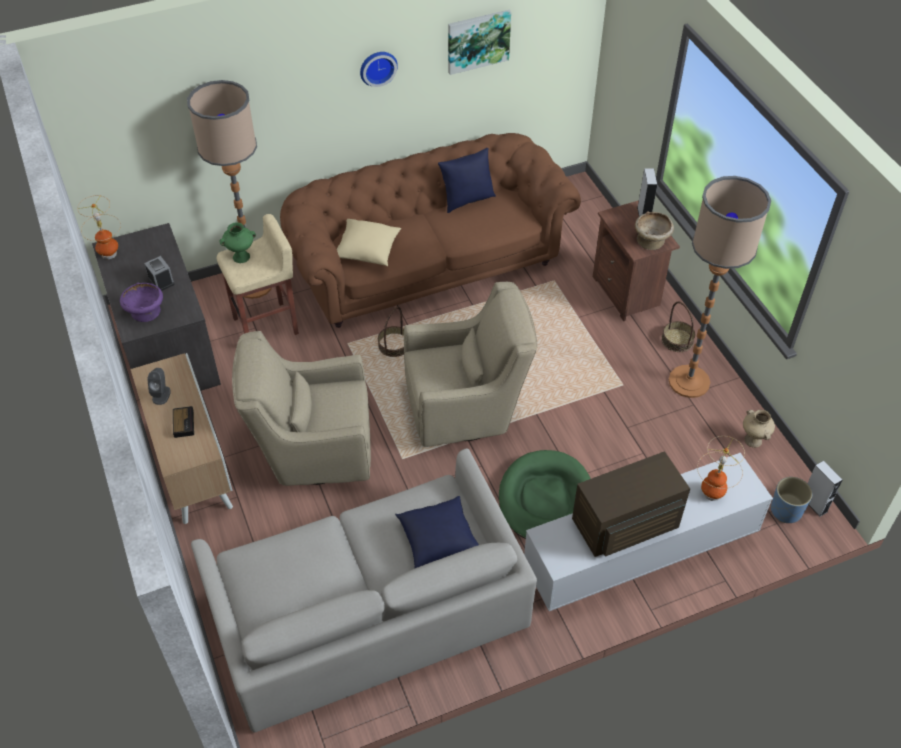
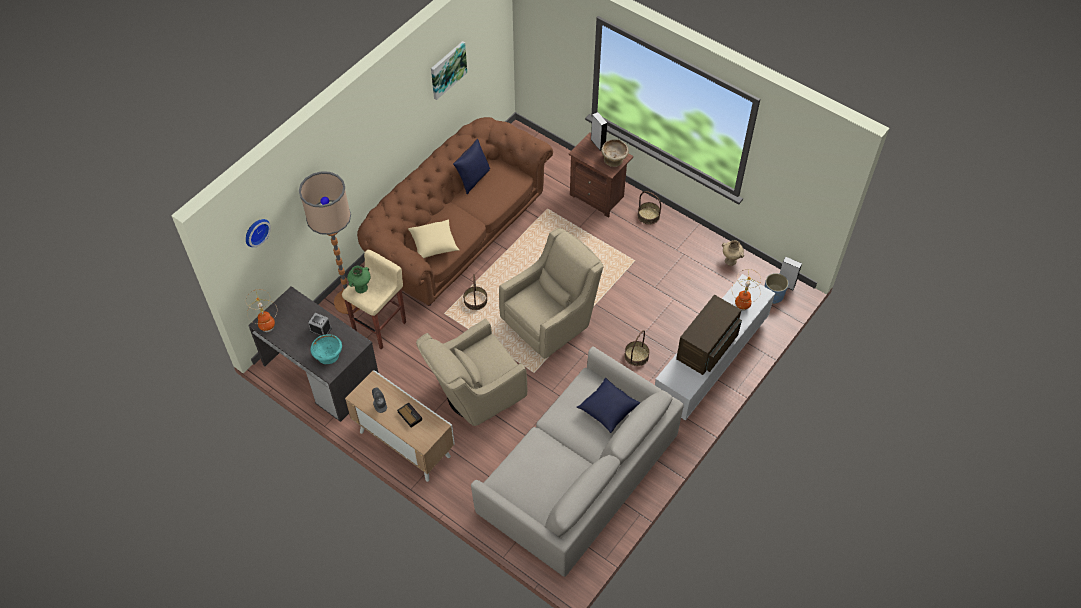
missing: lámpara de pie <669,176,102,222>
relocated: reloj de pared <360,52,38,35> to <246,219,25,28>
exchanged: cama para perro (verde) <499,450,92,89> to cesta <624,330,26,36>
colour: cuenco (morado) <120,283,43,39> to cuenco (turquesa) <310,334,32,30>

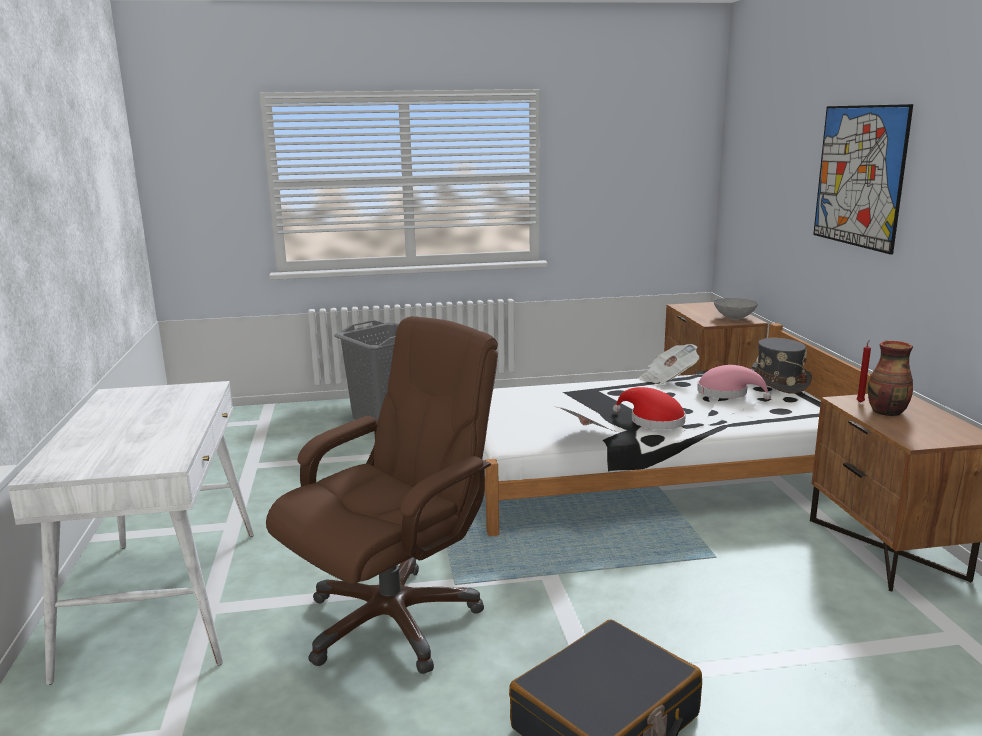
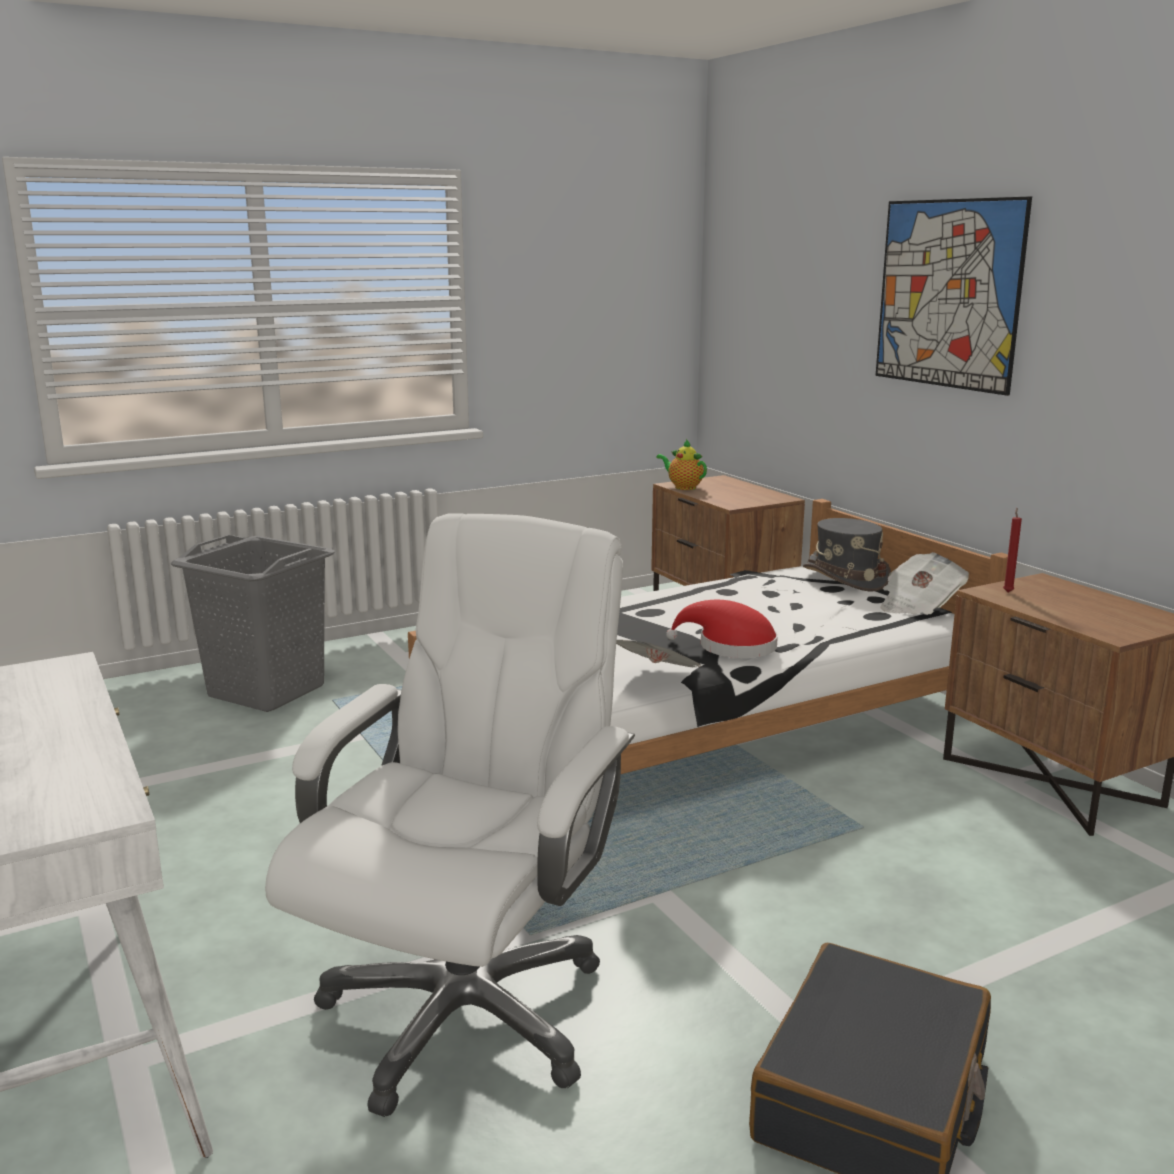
missing: sombrero (rosa) <697,365,74,35>; cuenco (gris) <714,298,44,22>; florero <868,341,45,75>
appeared: tetera <656,439,51,51>
relocated: periódico <639,344,60,40> to <880,552,89,63>
colour: silla de oficina (marrón) <266,316,232,358> to silla de oficina (blanco) <265,513,370,604>

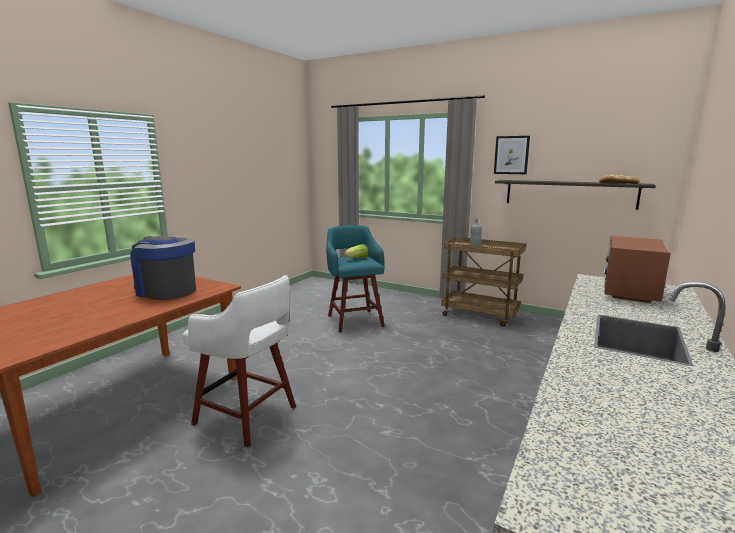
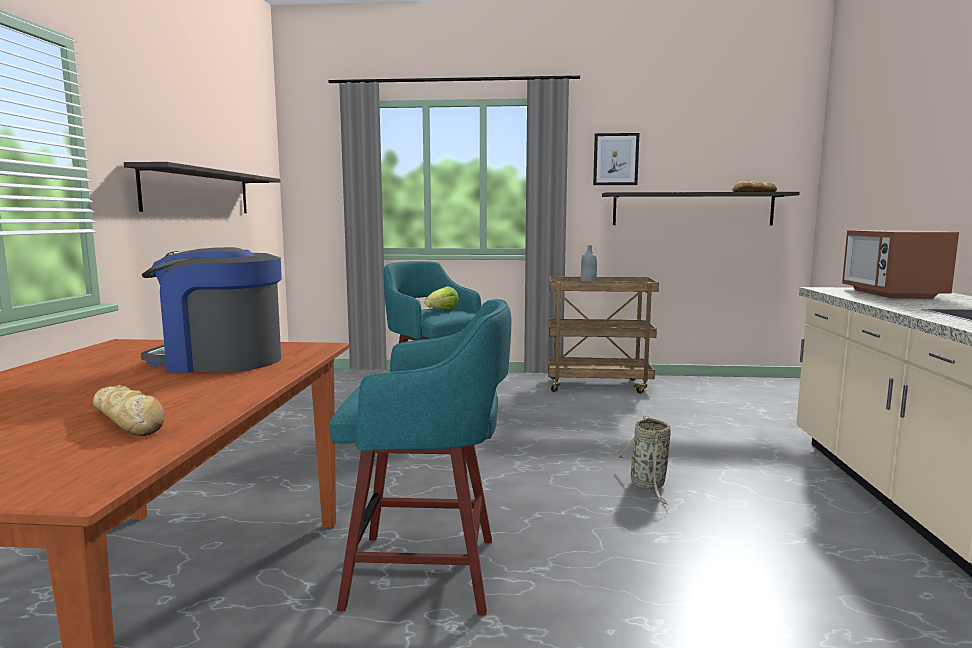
appeared: pan <93,385,72,51>; estante <124,162,157,51>; cesta <617,416,54,89>
colour: taburete (blanco) <183,275,113,173> to taburete (turquesa) <330,299,181,316>

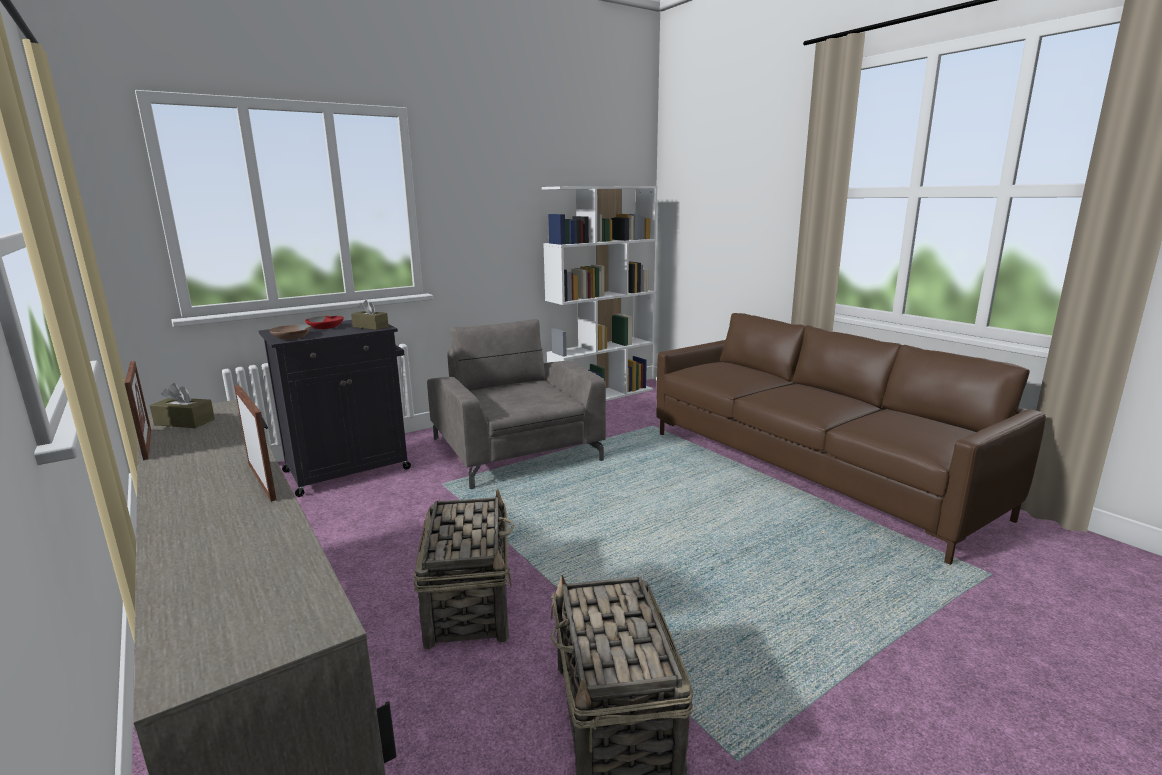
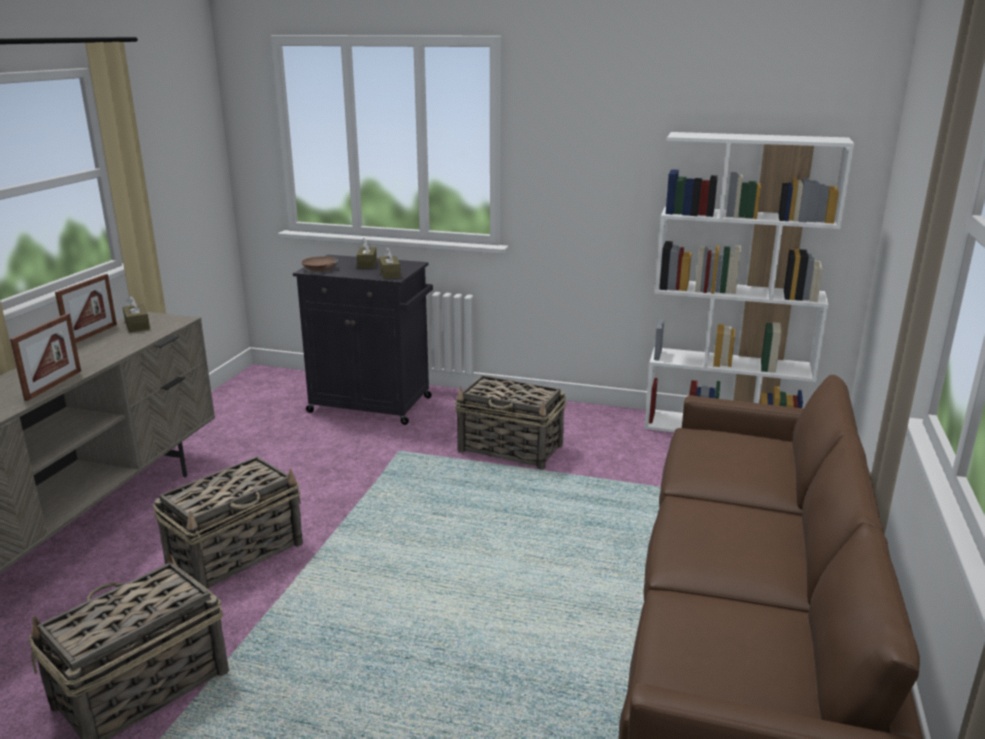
exchanged: cuenco (rojo) <305,316,39,13> to caja de pañuelos (marrón) <357,238,20,31>; sillón (gris) <427,319,179,170> to cesta <454,375,112,95>

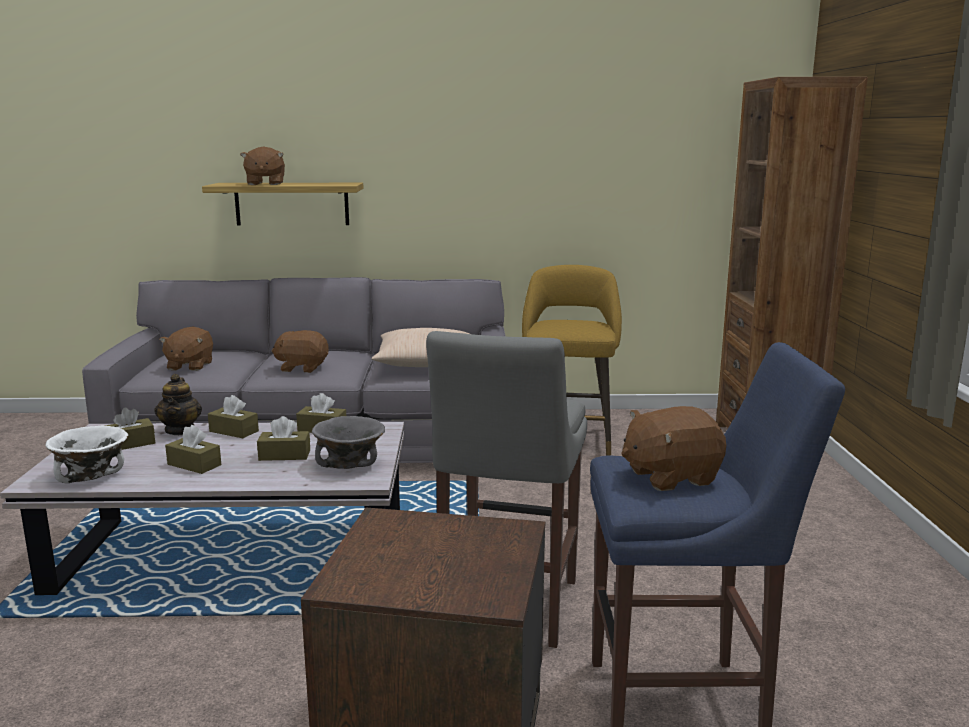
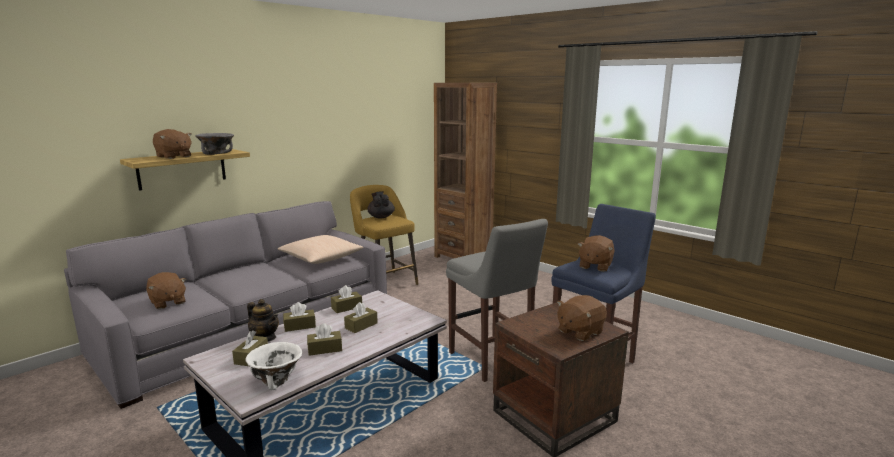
appeared: tetera (negro) <367,191,28,28>
relocated: cuenco (gris) <312,416,73,53> to <195,133,39,22>; peluche (marrón) <272,330,57,43> to <557,295,50,46>

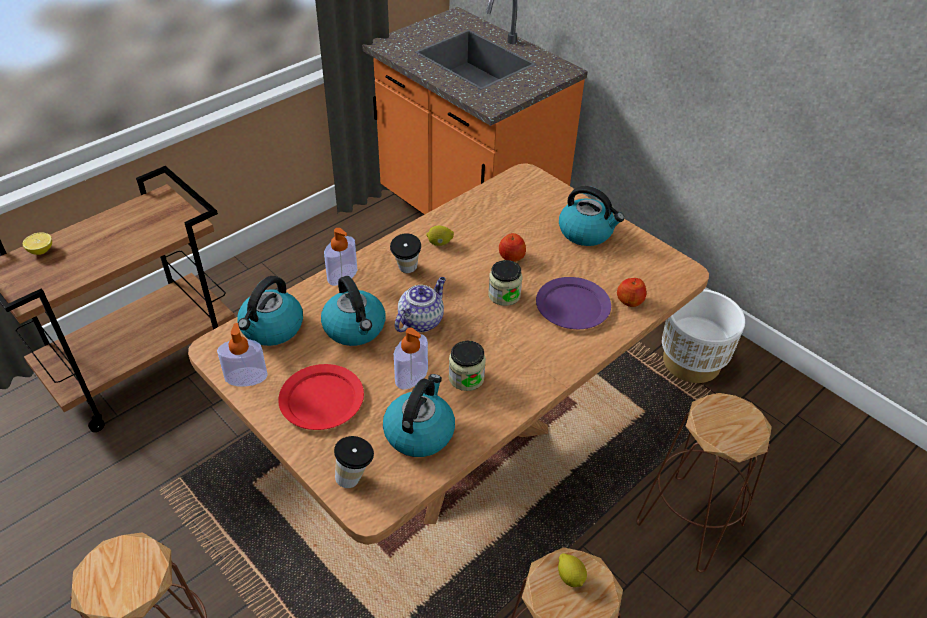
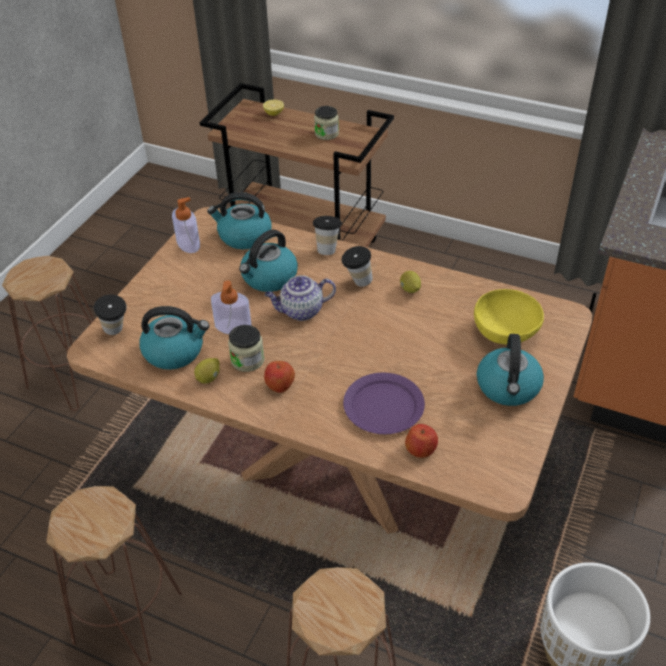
missing: plato (rojo) <278,364,86,66>
appeared: cuenco (amarillo) <474,289,70,56>
relocated: limón <558,553,29,34> to <194,358,26,26>; manzana <499,233,27,29> to <264,361,31,32>; tarro <488,260,34,46> to <314,106,25,34>
exchanged: dispensador de jabón <324,228,33,58> to taza <313,216,29,39>
spun: tetera <395,277,51,55> = <265,275,71,46> 150 degrees clockwise

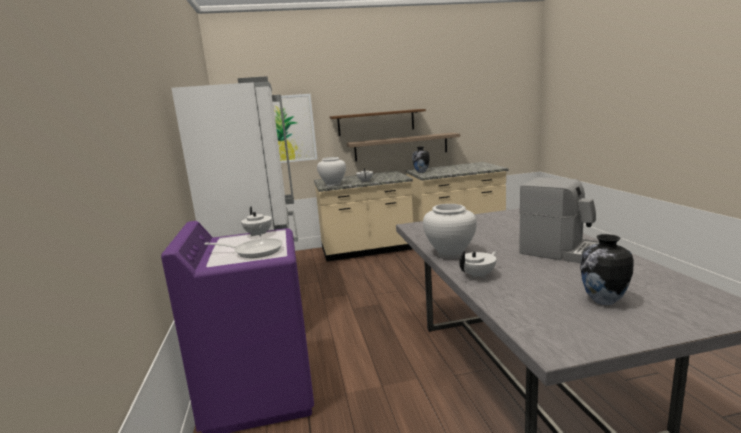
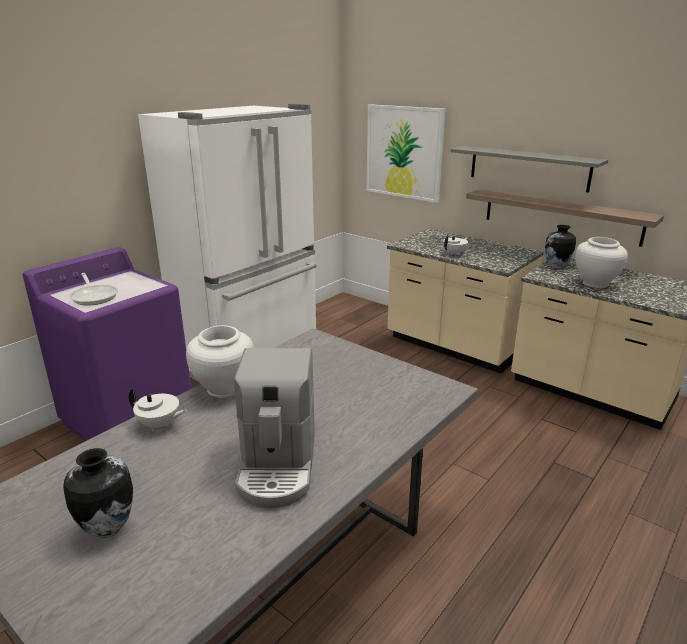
missing: tetera (blanco) <241,206,31,31>
relocated: florero (blanco) <317,157,29,29> to <575,237,53,51>
colour: estante (marrón) <330,109,96,27> to estante (gris) <451,146,157,47>

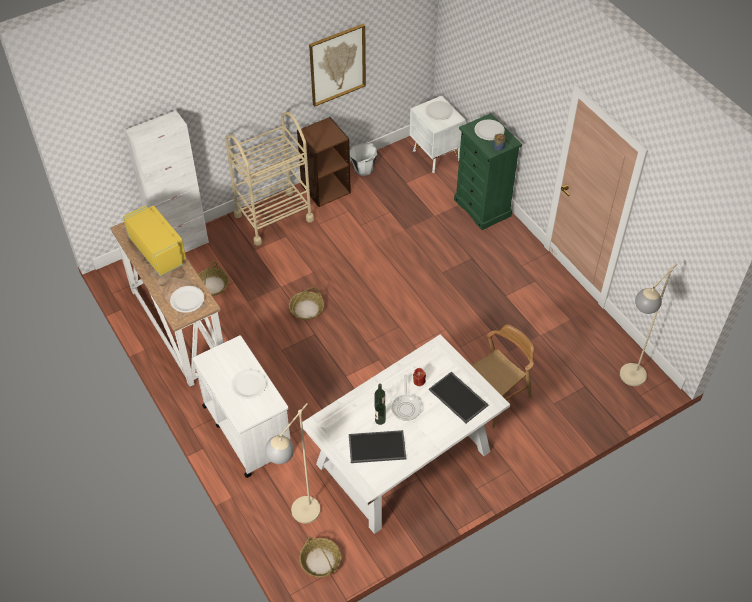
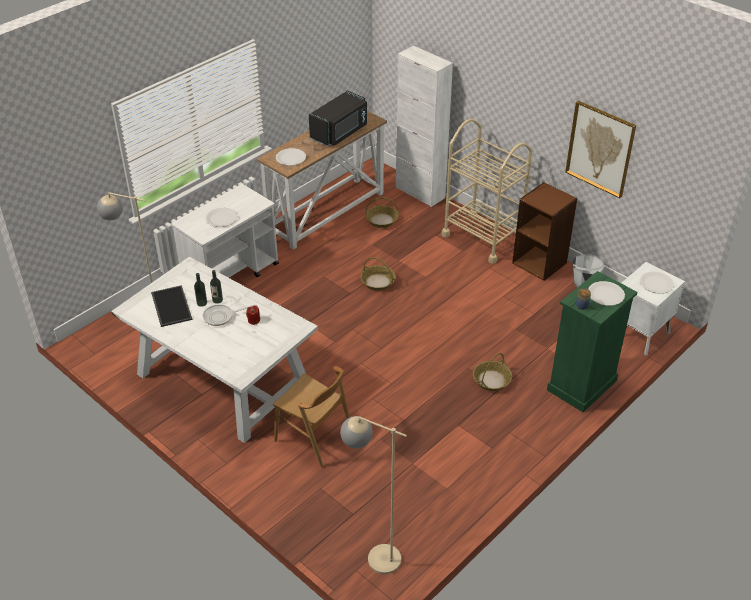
missing: bandeja <429,372,60,51>
relocated: cesta <299,537,42,40> to <473,353,39,38>
colour: microondas (amarillo) <123,205,63,72> to microondas (negro) <309,91,58,55>

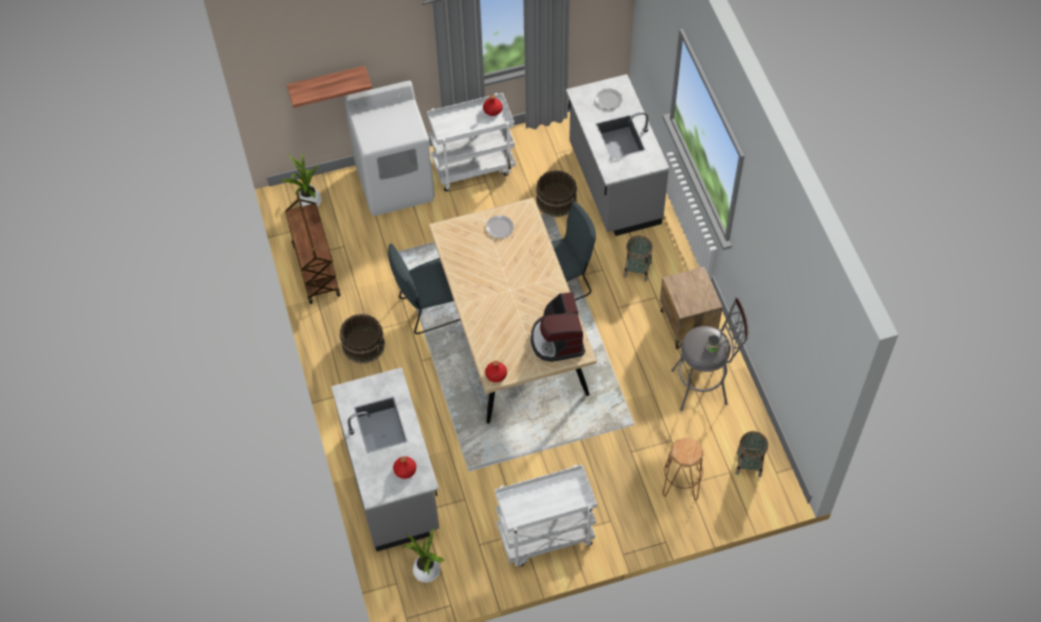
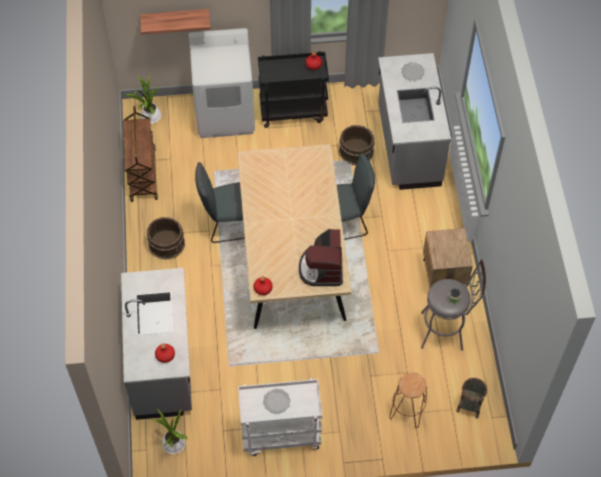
missing: cesta <624,236,29,46>
relocated: plato <486,215,28,23> to <263,389,27,25>
colour: carrito (blanco) <427,93,88,99> to carrito (negro) <258,51,71,77>

